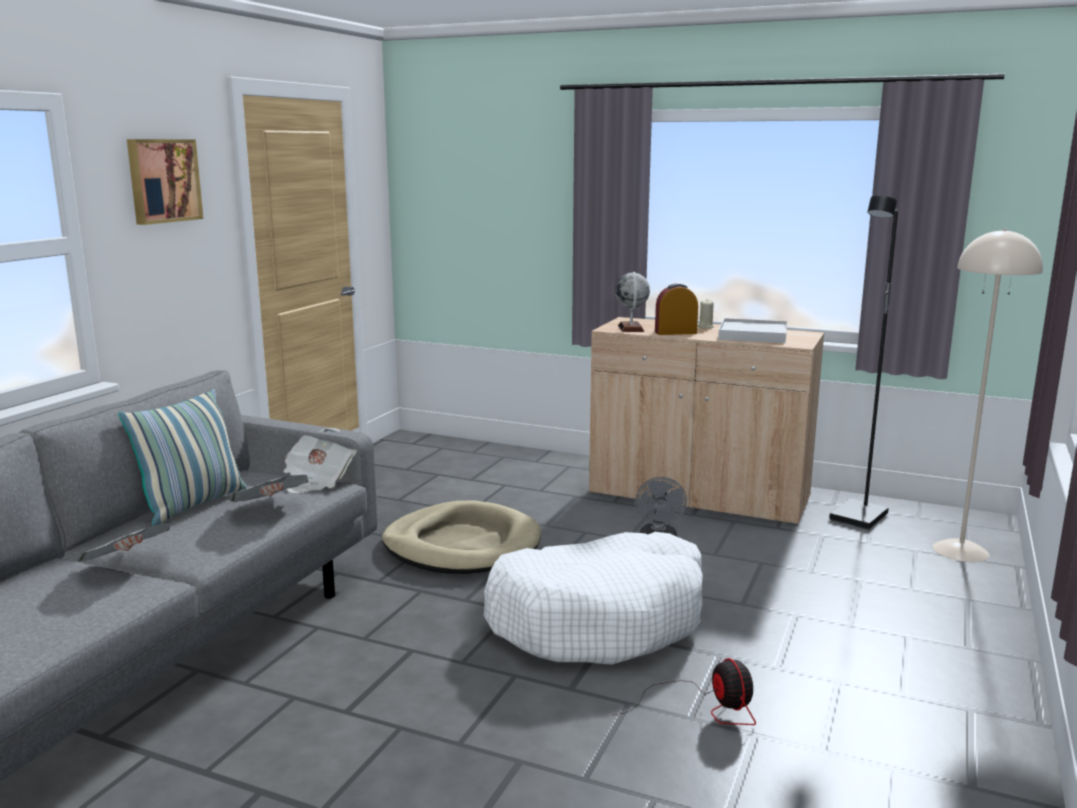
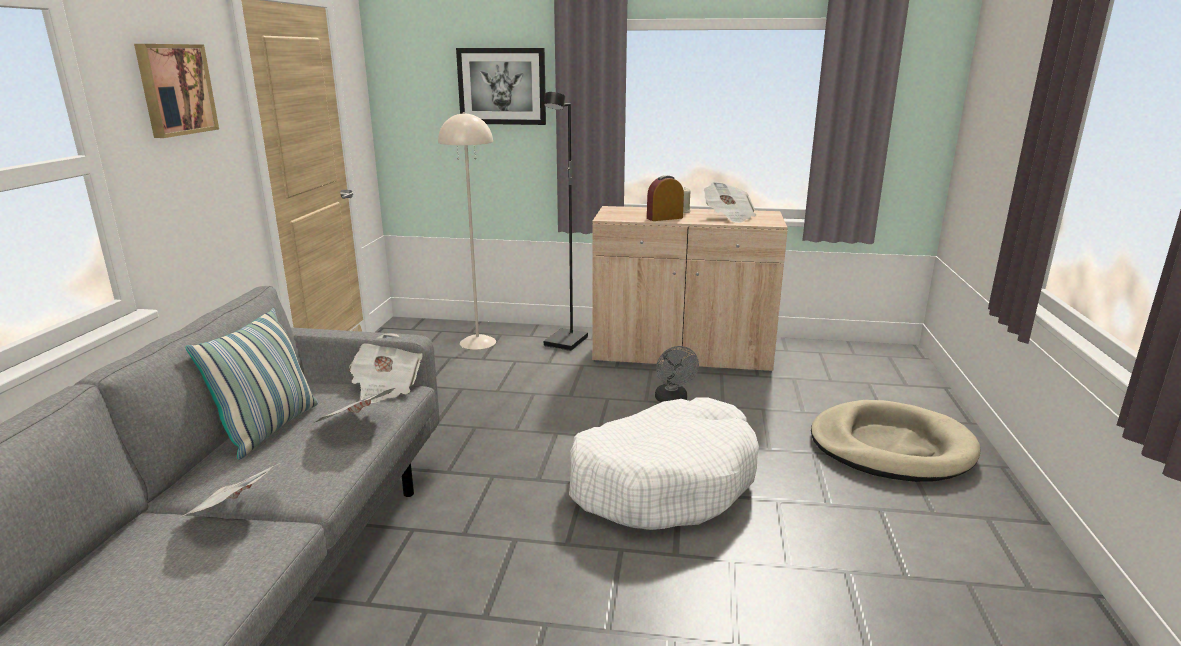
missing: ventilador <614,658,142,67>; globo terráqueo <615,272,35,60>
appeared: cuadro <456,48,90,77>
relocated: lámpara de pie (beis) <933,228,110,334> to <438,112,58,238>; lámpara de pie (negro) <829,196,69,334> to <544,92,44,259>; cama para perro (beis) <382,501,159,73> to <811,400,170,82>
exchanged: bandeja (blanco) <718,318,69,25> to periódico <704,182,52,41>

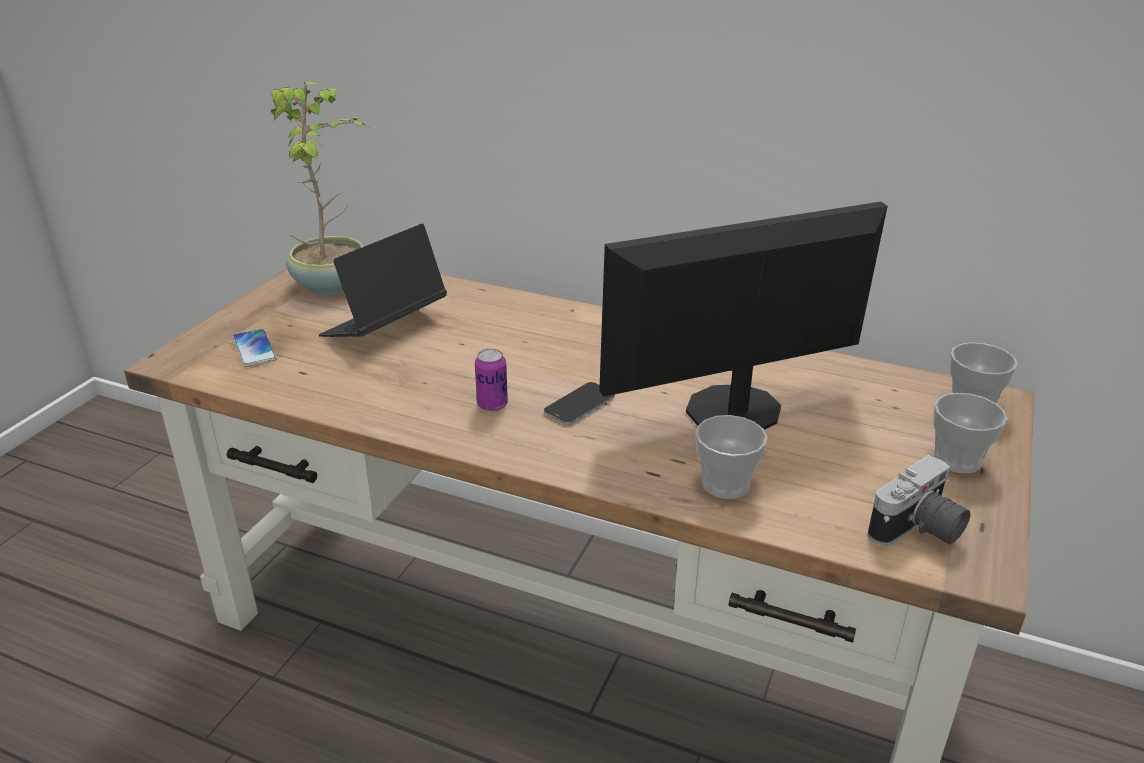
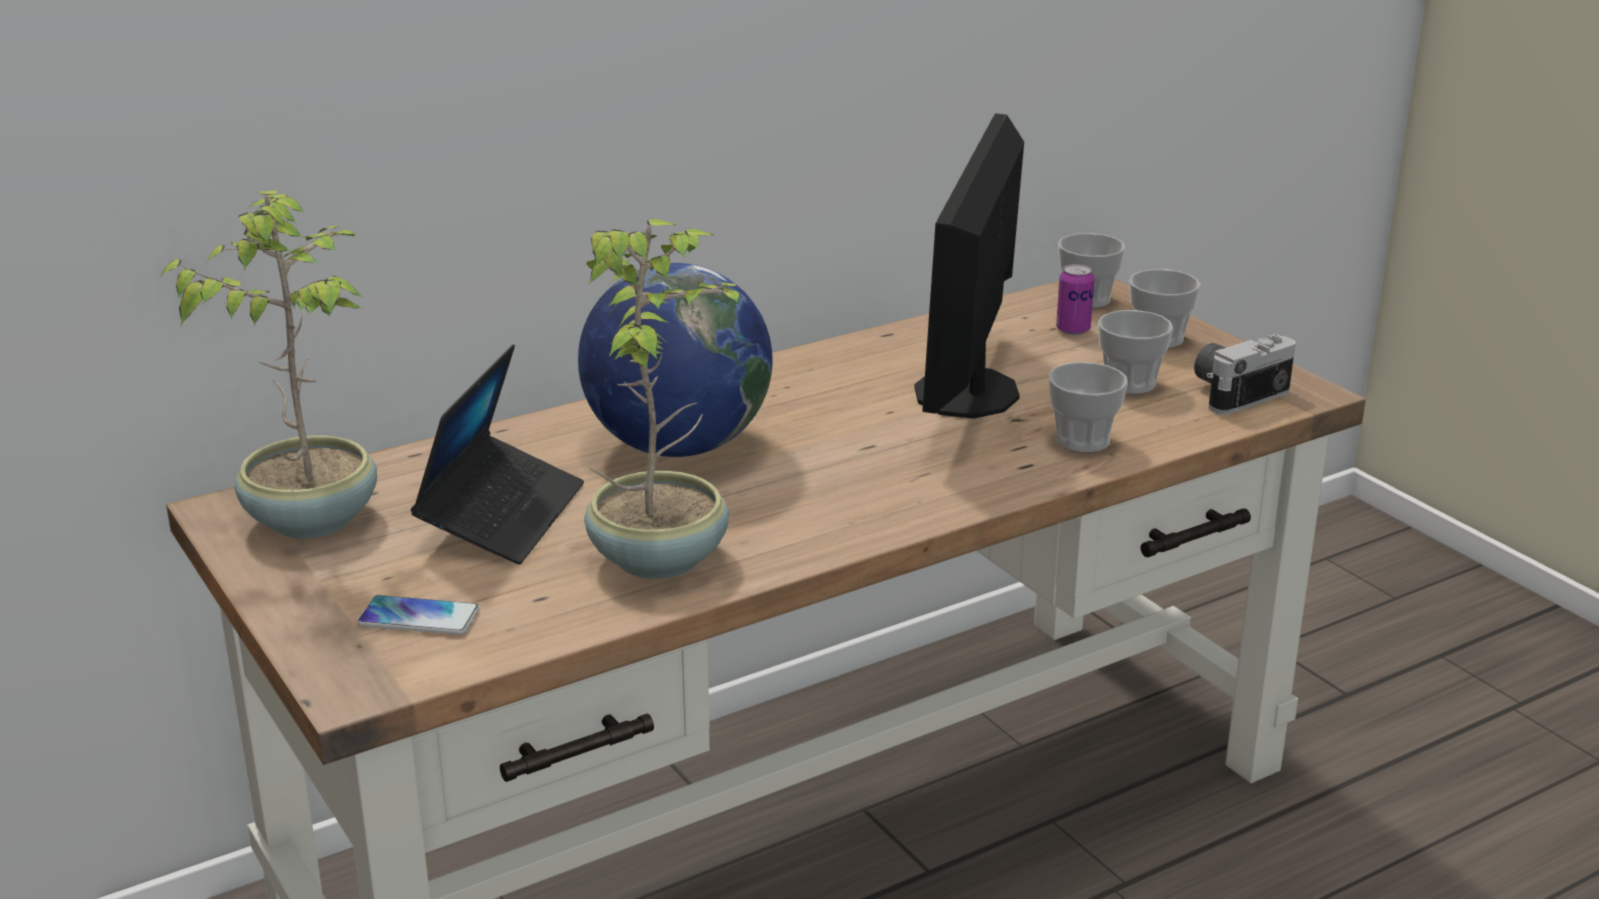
missing: móvil <544,382,71,43>
appeared: globo terráqueo <578,263,195,194>; planta en maceta <584,218,169,361>; taza <1098,310,75,84>
relocated: lata <475,349,33,62> to <1056,264,39,71>
spun: portátil <319,224,128,113> = <411,344,173,220> 150 degrees counterclockwise; cámara <867,455,103,92> = <1194,334,101,81> 120 degrees counterclockwise

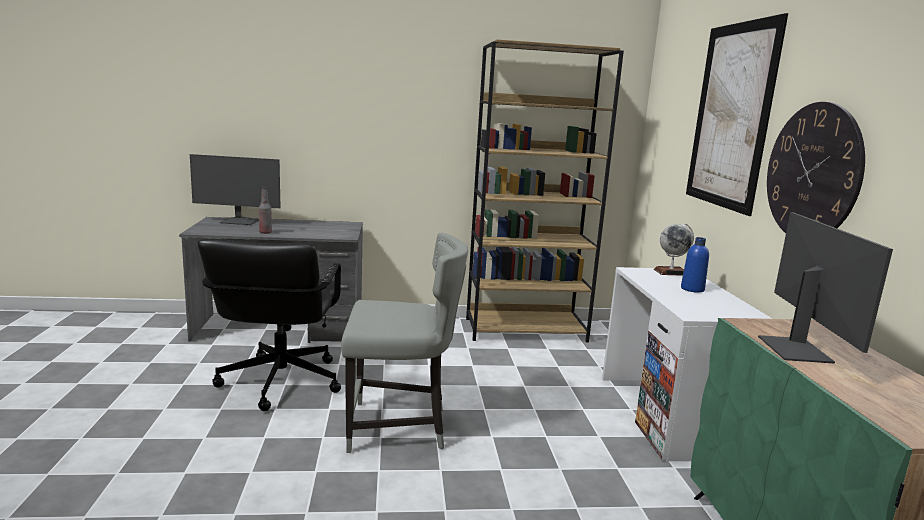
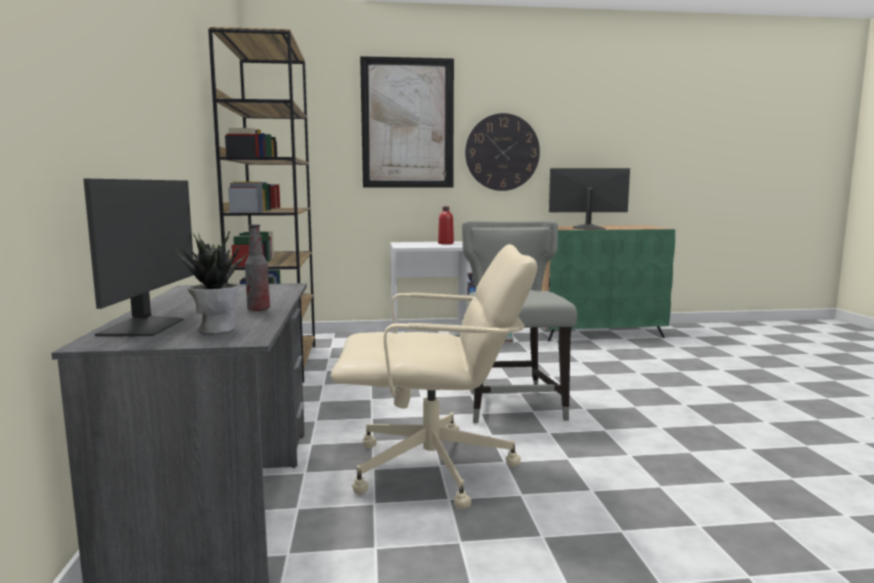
missing: globo terráqueo <654,223,40,53>
appeared: planta en maceta <176,231,71,102>
colour: silla de oficina (negro) <198,239,143,172> to silla de oficina (beis) <331,244,206,265>; botella (azul) <681,237,28,56> to botella (rojo) <438,206,16,38>

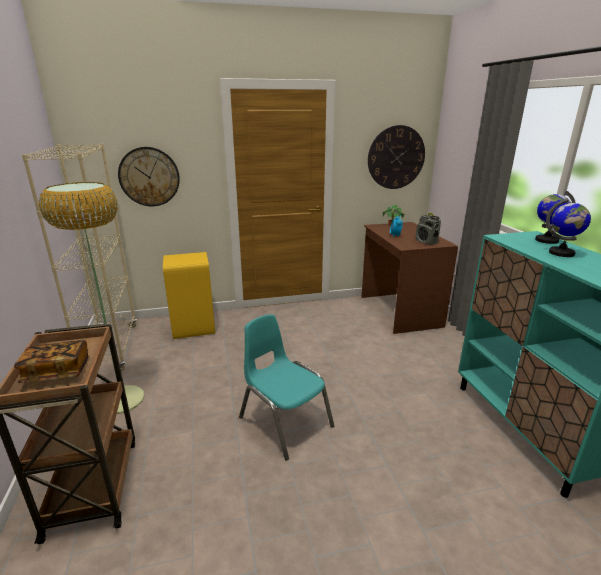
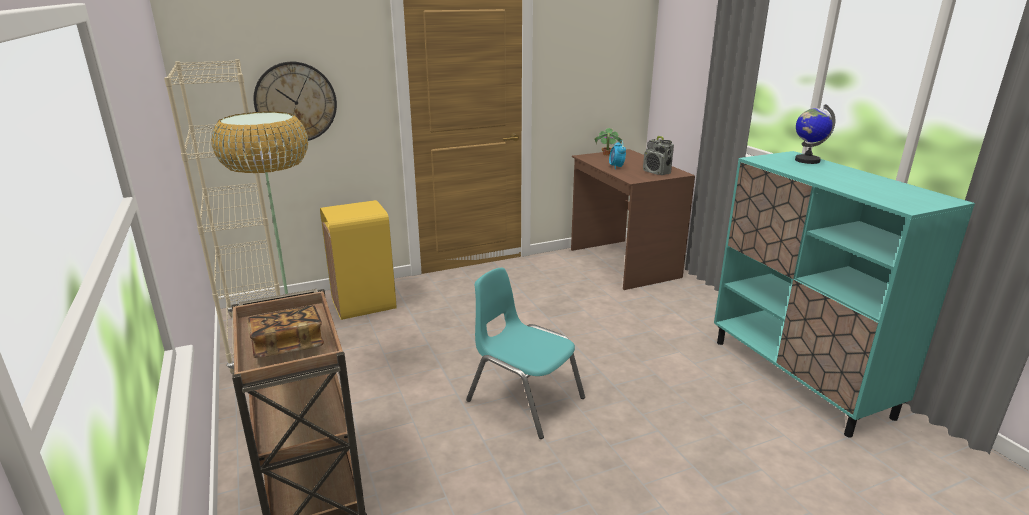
missing: reloj de pared <368,125,57,64>; globo terráqueo <546,198,45,59>

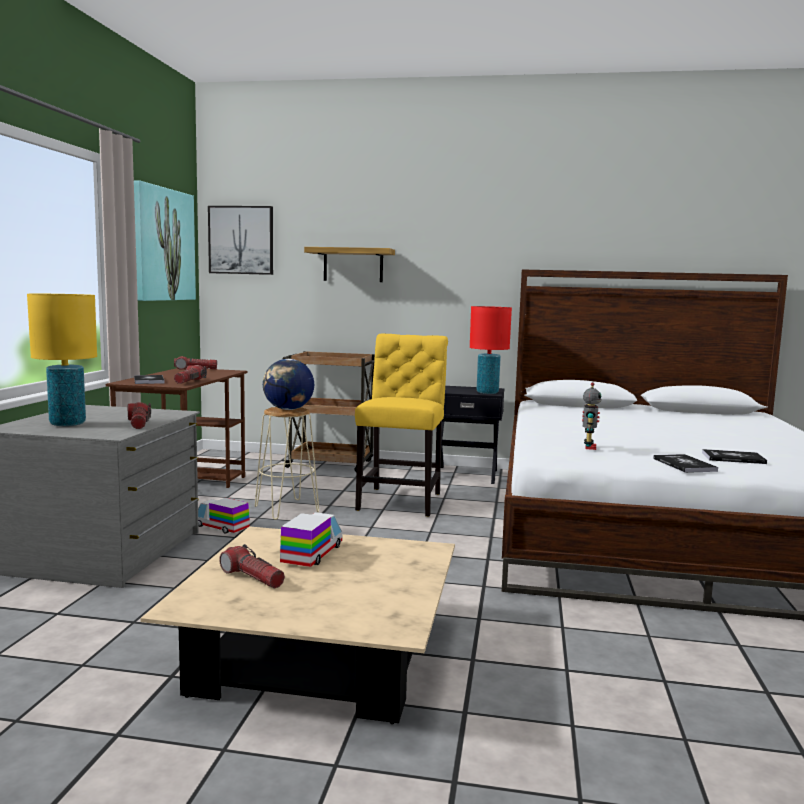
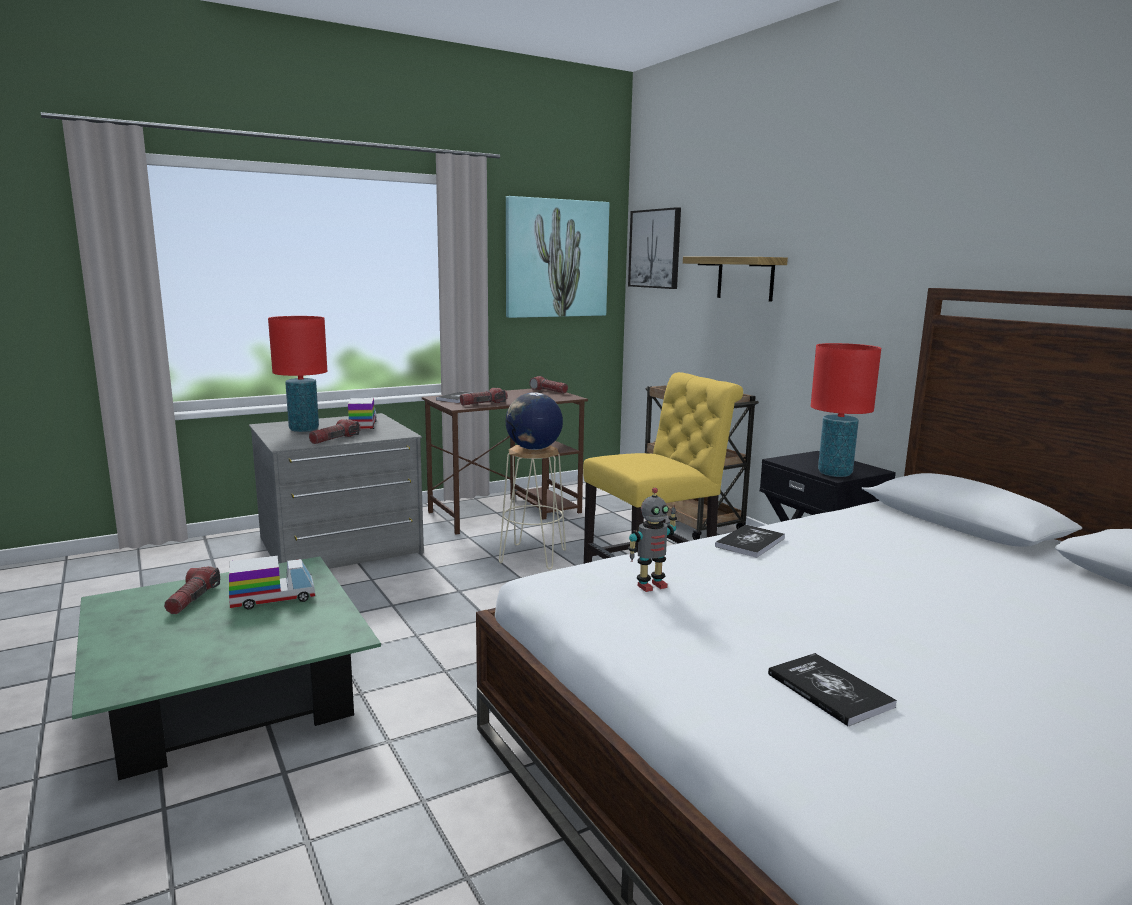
relocated: camión de juguete <198,498,52,36> to <348,398,28,31>; libro <653,454,66,19> to <715,524,70,34>
colour: mesa de centro (beis) <140,526,315,198> to mesa de centro (verde) <72,557,309,223>; lámpara de mesa (amarillo) <27,294,70,132> to lámpara de mesa (rojo) <268,316,59,116>

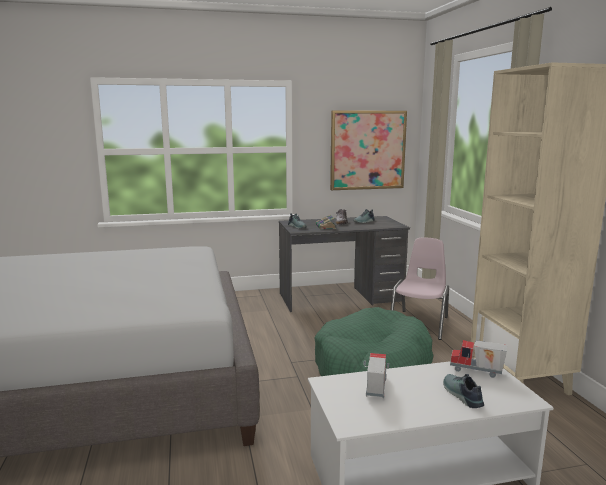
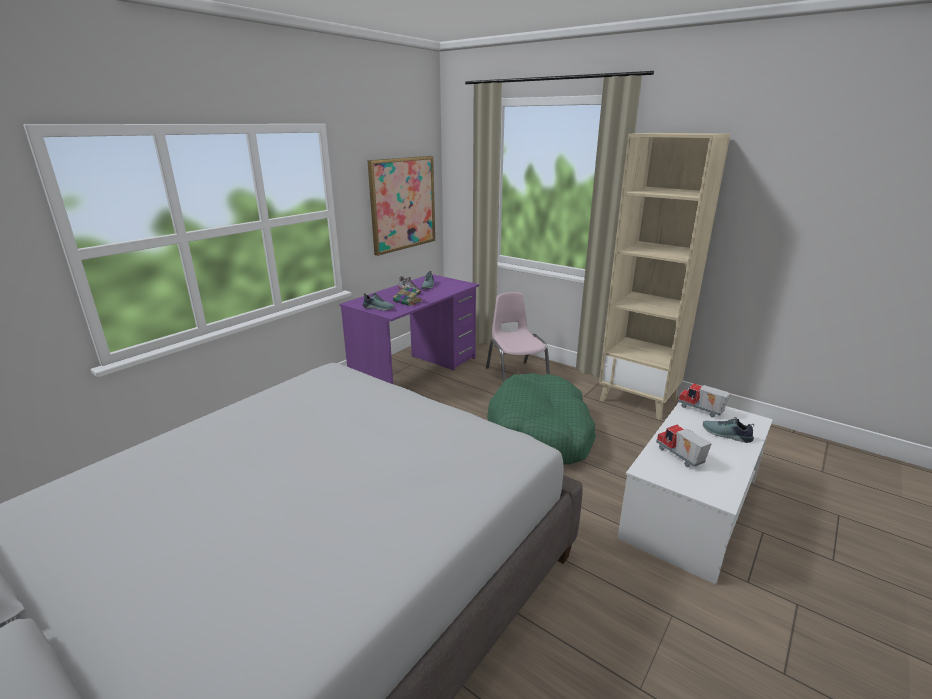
colour: escritorio (gris) <279,216,131,96> to escritorio (morado) <340,274,139,110>
spun: camión de juguete <450,340,57,38> = <678,384,53,34> 60 degrees clockwise

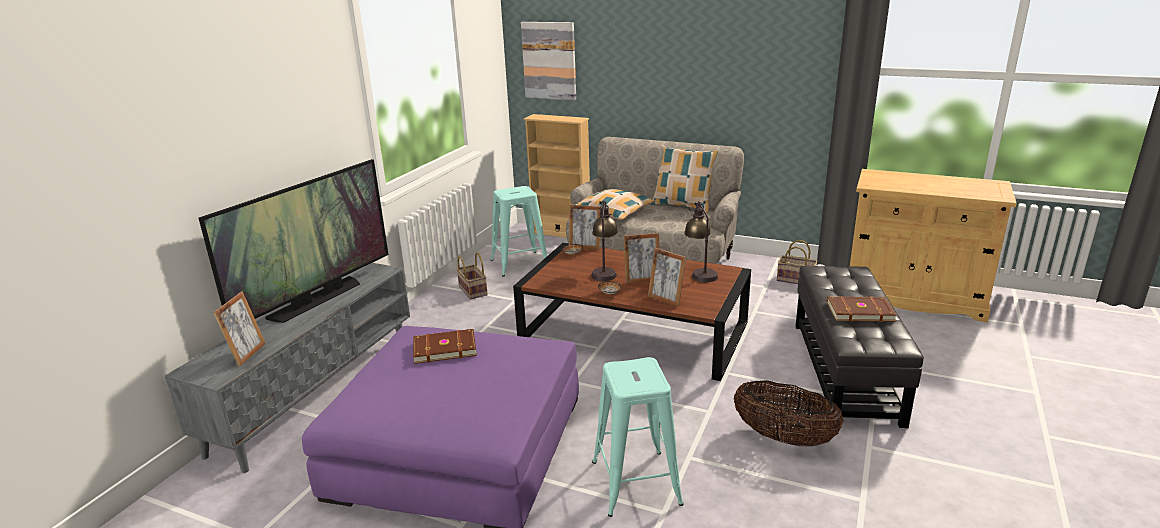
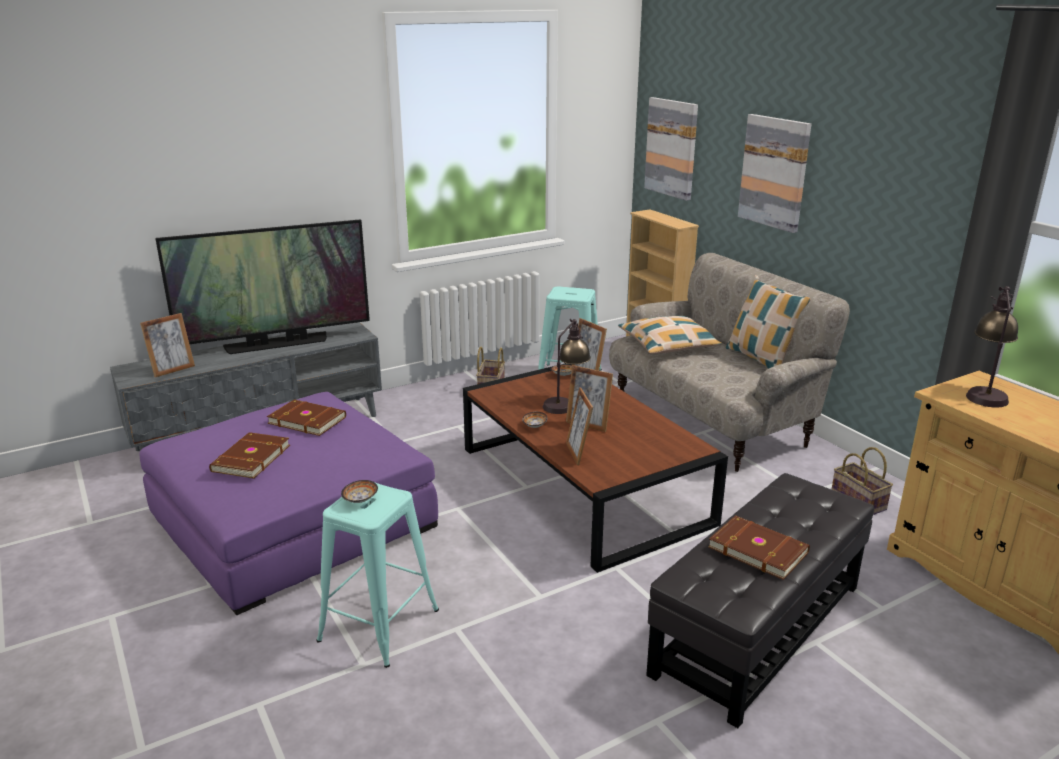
missing: cesta <734,380,110,66>
appeared: libro (marrón) <209,432,81,47>; cuenco <341,480,37,23>; cuadro <738,114,73,119>
relocated: lámpara de mesa <684,201,34,81> to <966,286,52,122>

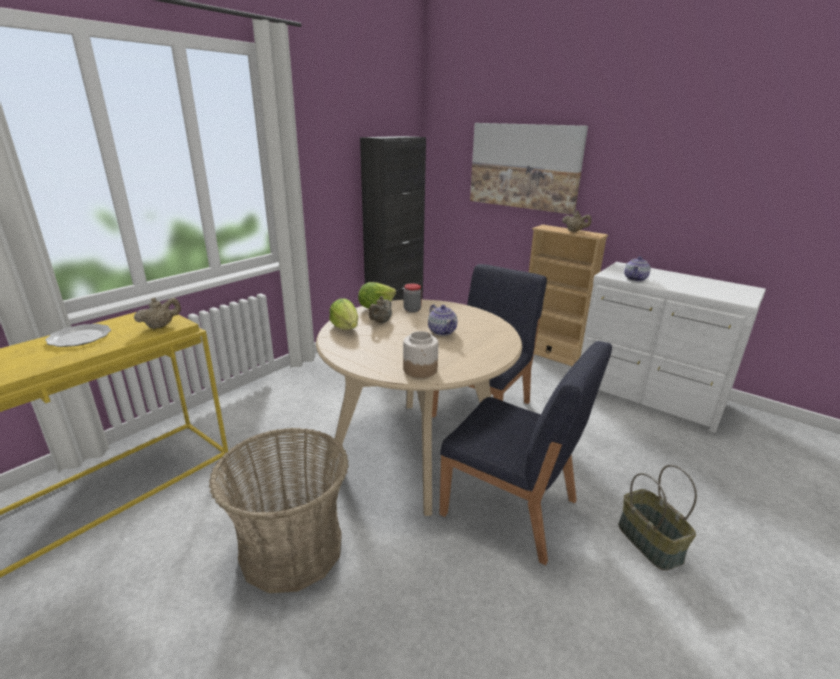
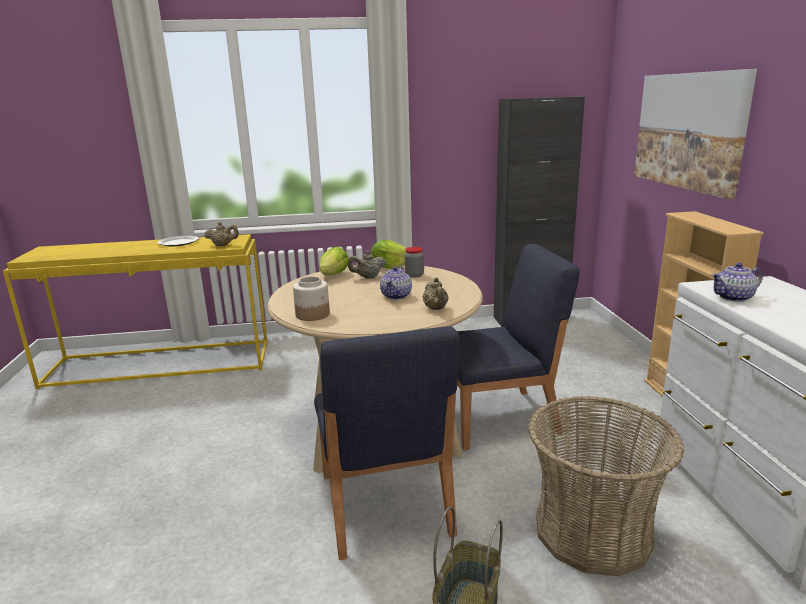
relocated: tetera (beis) <562,211,29,21> to <423,277,26,33>; cesta <209,427,140,166> to <528,396,156,180>

